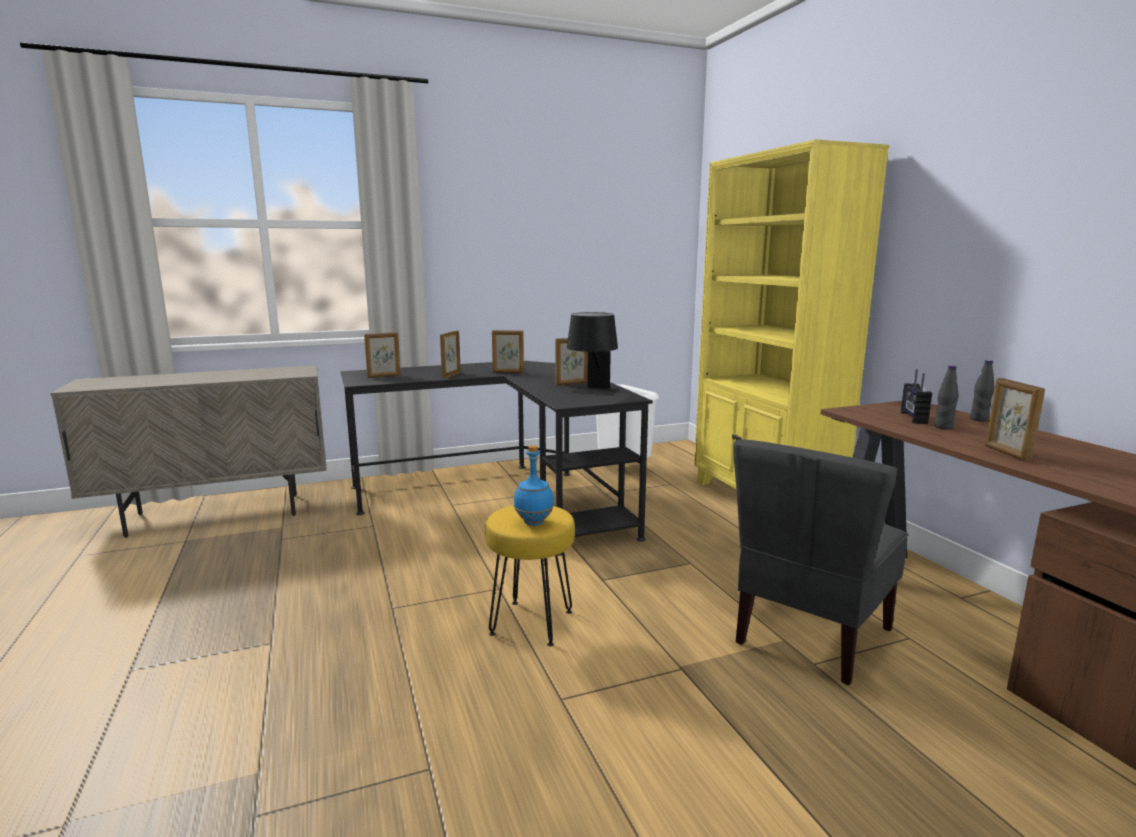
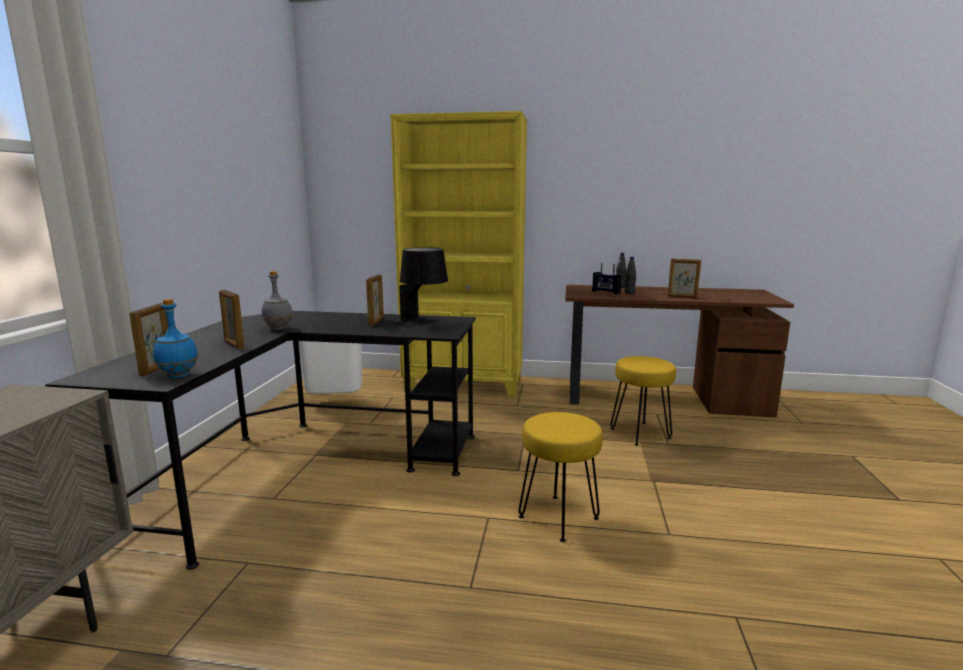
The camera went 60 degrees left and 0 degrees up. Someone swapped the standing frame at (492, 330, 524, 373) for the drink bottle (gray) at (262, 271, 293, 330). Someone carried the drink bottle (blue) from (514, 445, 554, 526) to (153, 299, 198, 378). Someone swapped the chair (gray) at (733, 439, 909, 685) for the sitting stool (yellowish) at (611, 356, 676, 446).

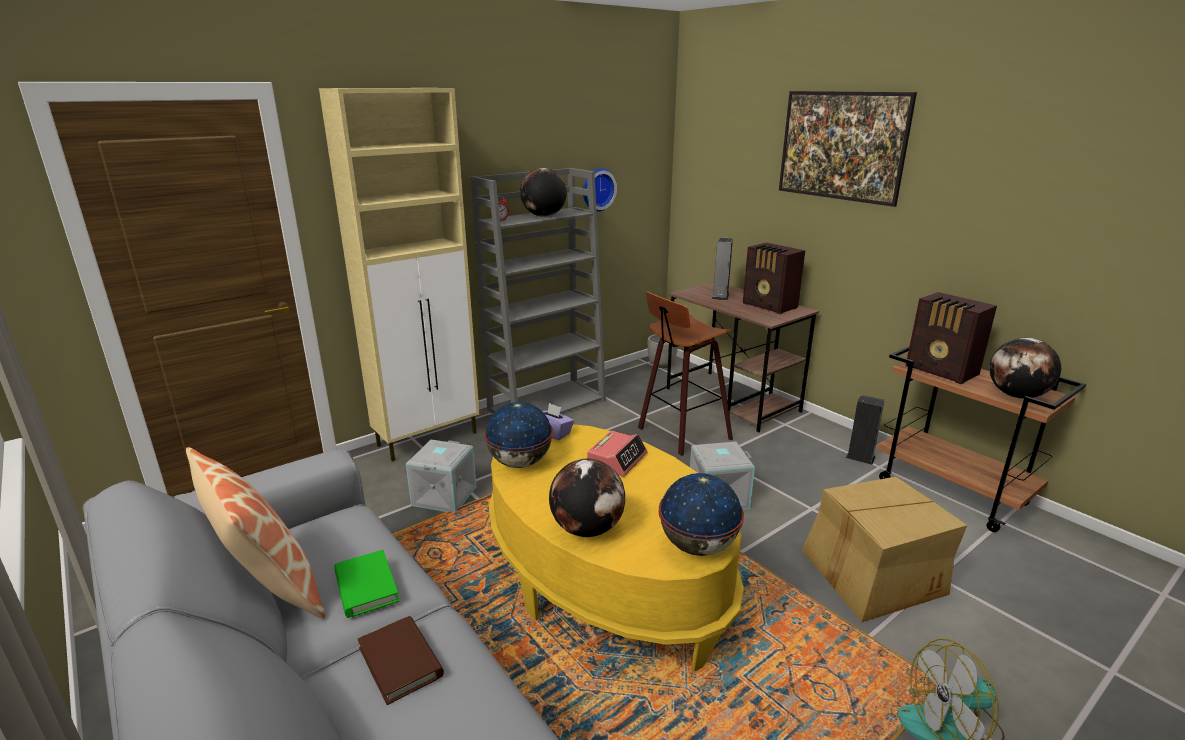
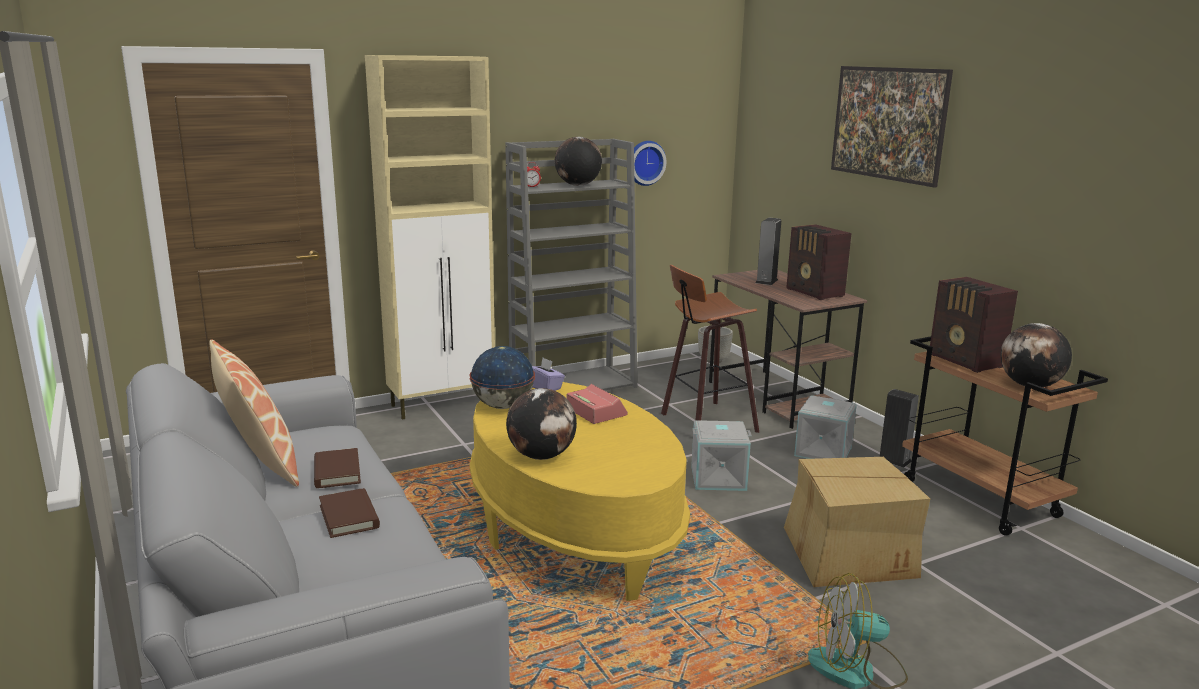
The camera went 10 degrees right and 5 degrees down. Someone repainted the volume (green) at (334, 550, 399, 618), which became the volume (brownish) at (314, 448, 361, 488). Someone carried the storage container (gray) from (406, 440, 477, 512) to (794, 395, 857, 459). Someone rotated the bedside clock at (587, 431, 647, 477) by 75 degrees counterclockwise. Someone took away the world globe at (659, 473, 744, 556).

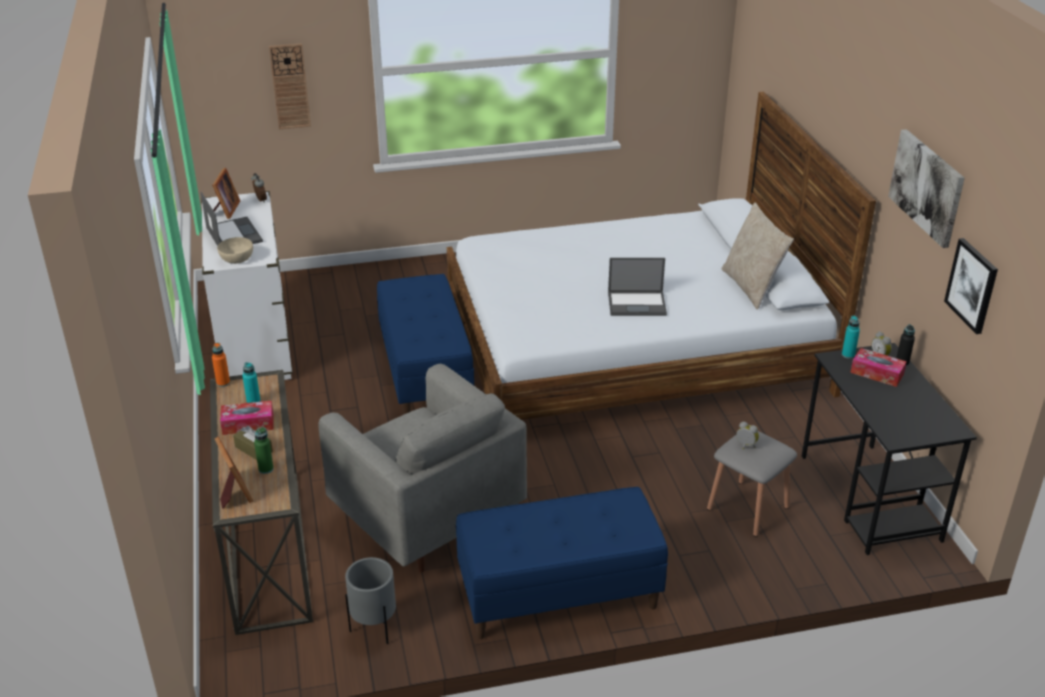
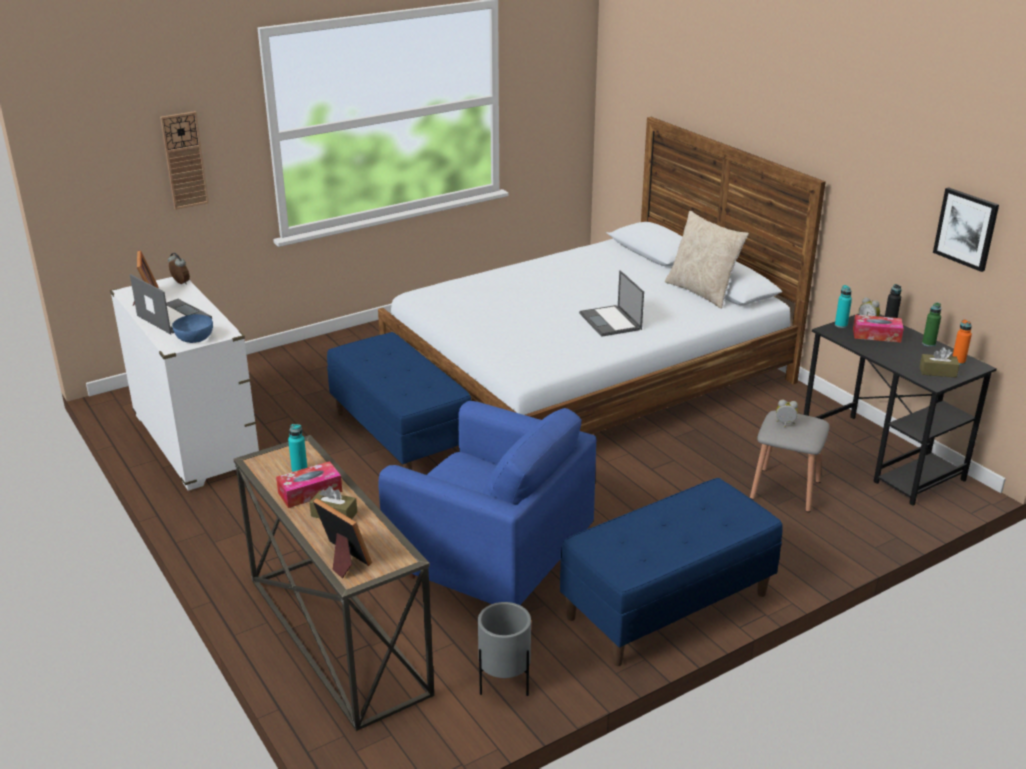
The camera went 20 degrees left and 5 degrees down. Someone carried the drink bottle (orange) from (212, 343, 230, 387) to (953, 319, 972, 365). Someone repainted the deep dish (beige-coloured) at (217, 237, 253, 264), which became the deep dish (blue) at (172, 314, 213, 343). Someone carried the drink bottle (green) from (254, 427, 274, 474) to (922, 303, 941, 347). Someone repainted the armchair (gray) at (318, 364, 527, 573), which became the armchair (blue) at (378, 401, 596, 606). Someone rotated the laptop at (608, 258, 667, 316) by 90 degrees clockwise. Someone took away the wall picture at (888, 129, 965, 248). Someone put down the tissue box (brownish) at (920, 347, 959, 378).

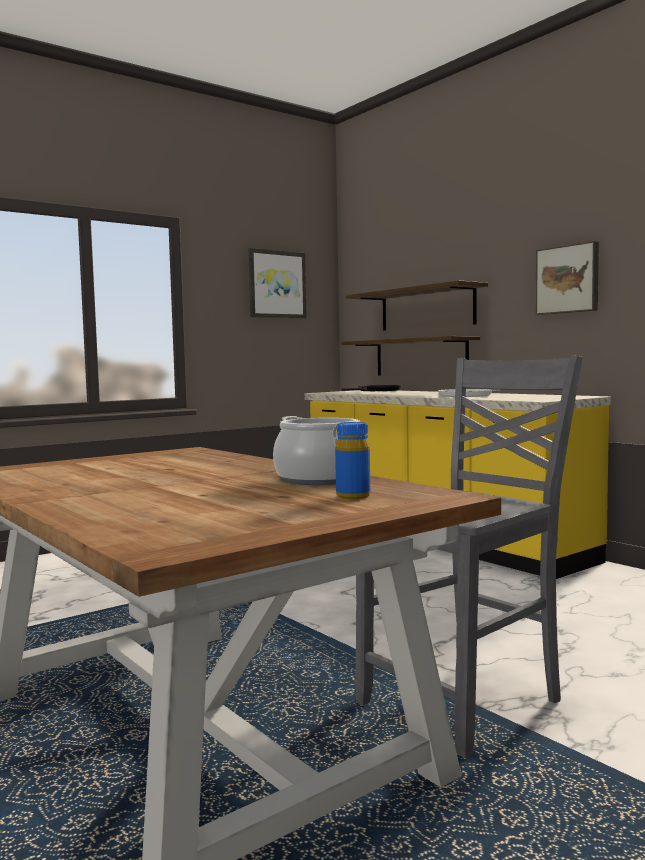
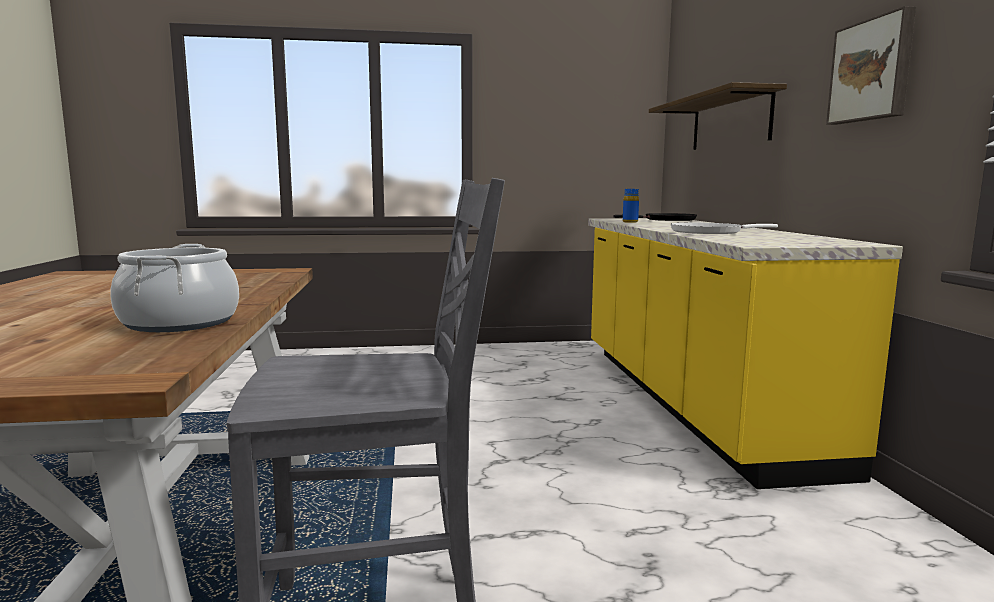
The camera went 30 degrees right and 5 degrees up. Someone took away the wall picture at (248, 248, 307, 318). Someone carried the drink bottle (blue) from (335, 422, 370, 499) to (623, 189, 639, 223). Someone took away the bracket shelf at (341, 336, 480, 376).

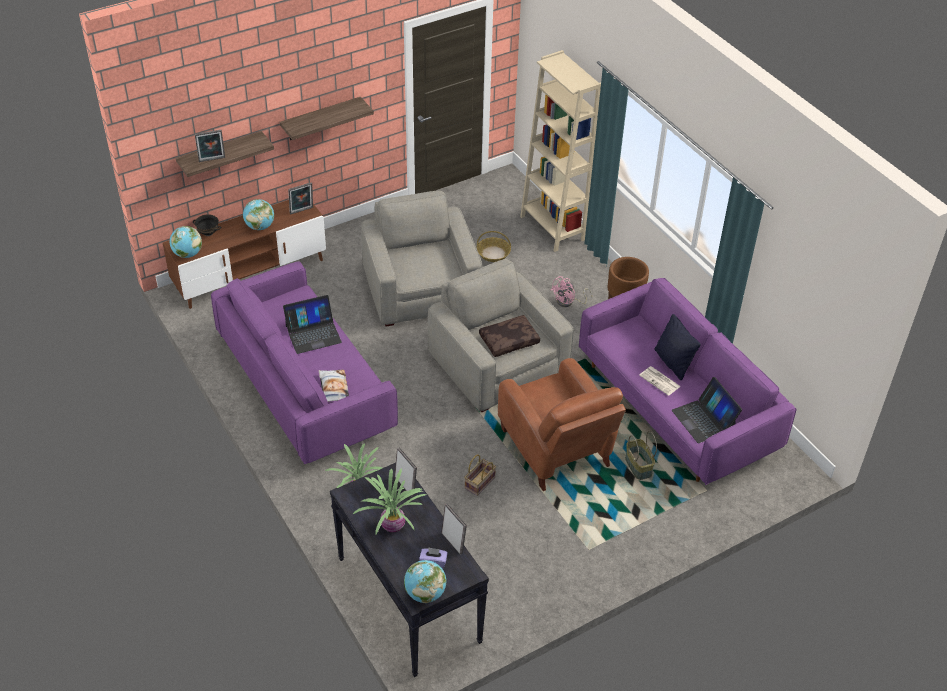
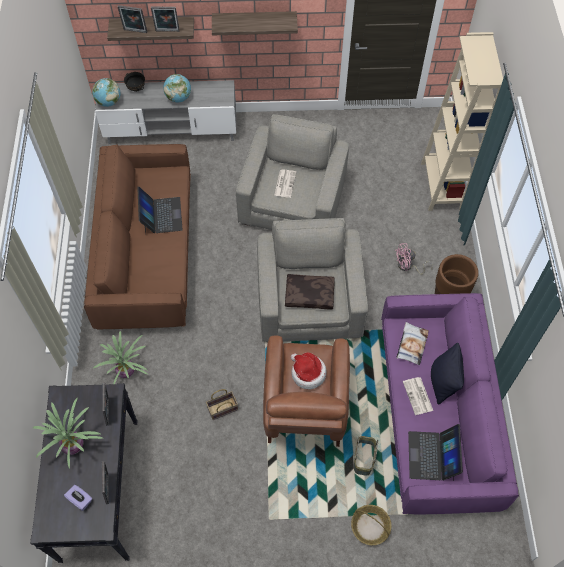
The camera went 30 degrees right and 15 degrees up. Someone repainted the tv unit (brownish) at (163, 200, 326, 309), which became the tv unit (gray) at (95, 80, 236, 144). Someone repainted the settee (purple-coloured) at (211, 261, 398, 464), which became the settee (brownish) at (84, 144, 191, 329). Someone rotated the laptop at (283, 295, 342, 354) by 105 degrees counterclockwise. Someone carried the standing frame from (288, 183, 313, 214) to (151, 7, 180, 32). Someone carried the throw pillow from (319, 370, 349, 402) to (396, 322, 429, 365). Someone took away the world globe at (404, 560, 447, 603). Someone carried the storage basket from (477, 231, 511, 262) to (351, 505, 391, 545). Someone put down the printed paper at (274, 170, 296, 198). Someone put down the wearable hat at (291, 352, 327, 390).

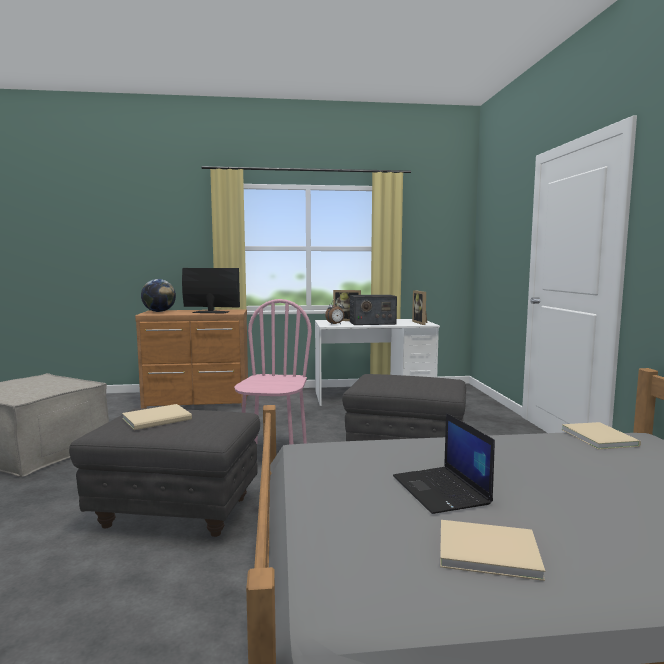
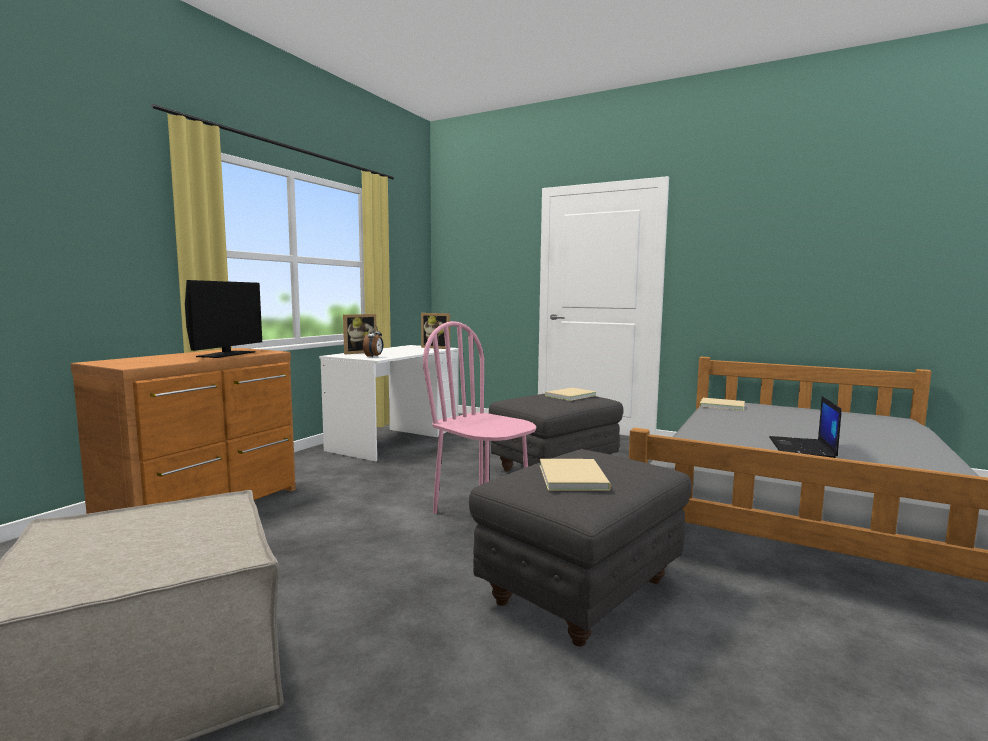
The camera went 55 degrees left and 0 degrees up. Someone took away the world globe at (141, 279, 176, 312). Someone rotated the computer screen at (182, 268, 240, 313) by 150 degrees clockwise. Someone took away the radio set at (350, 295, 397, 325). Someone rotated the laptop at (393, 413, 495, 514) by 90 degrees clockwise. Someone carried the volume (beige-coloured) from (440, 520, 545, 581) to (545, 388, 596, 401).

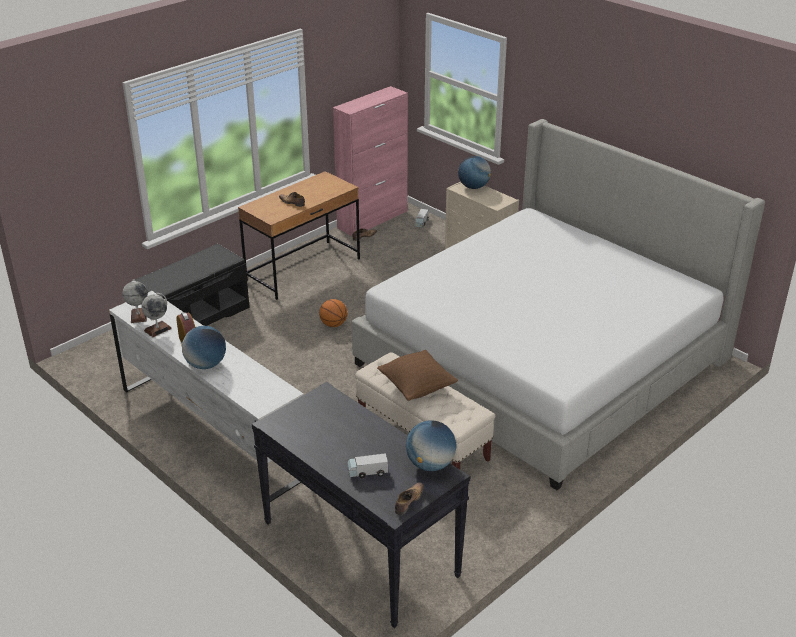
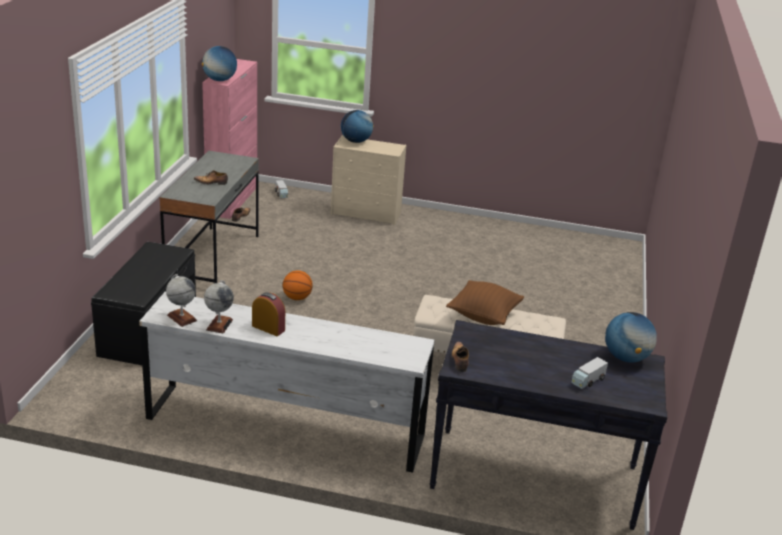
The camera went 35 degrees left and 5 degrees down. Someone carried the world globe from (182, 326, 226, 369) to (202, 46, 237, 81). Someone repainted the desk table (brownish) at (238, 171, 360, 300), which became the desk table (gray) at (159, 151, 259, 284). Someone took away the sleeping bed at (352, 119, 765, 490). Someone carried the item of footwear from (395, 482, 424, 515) to (451, 342, 469, 372).

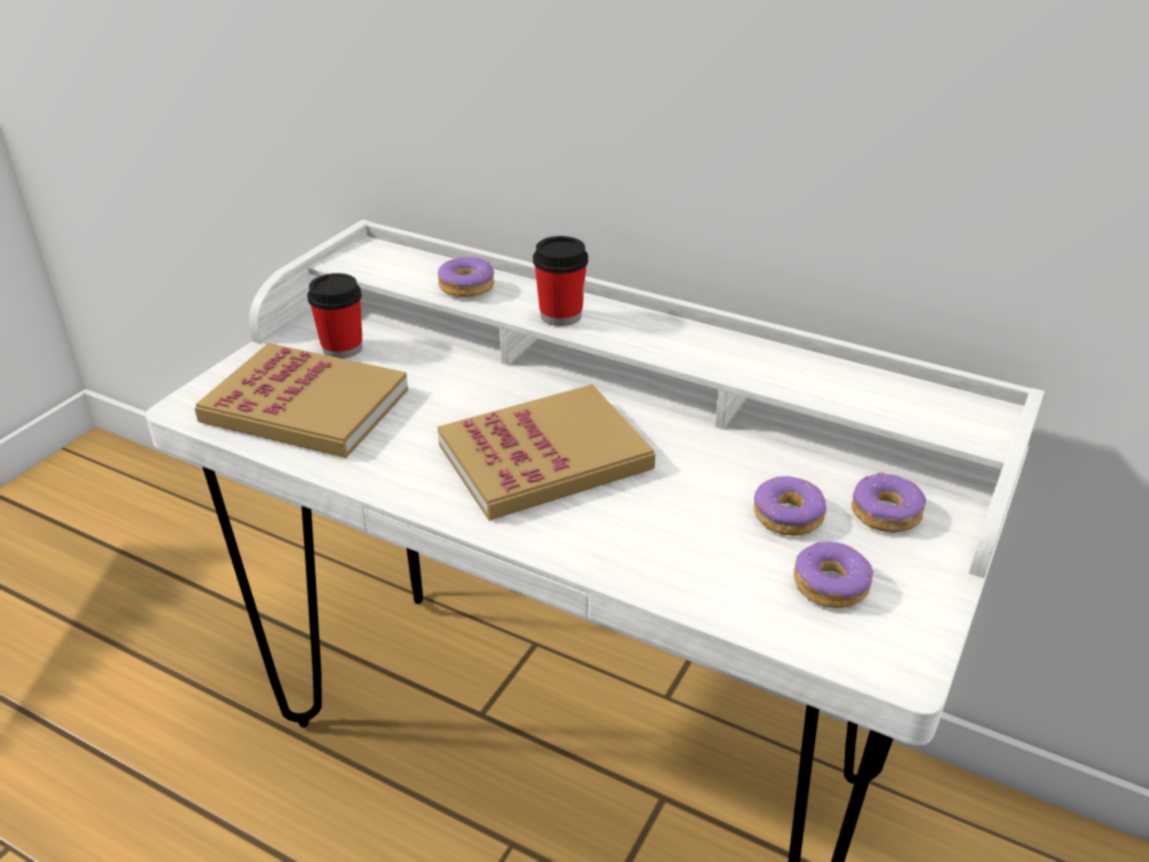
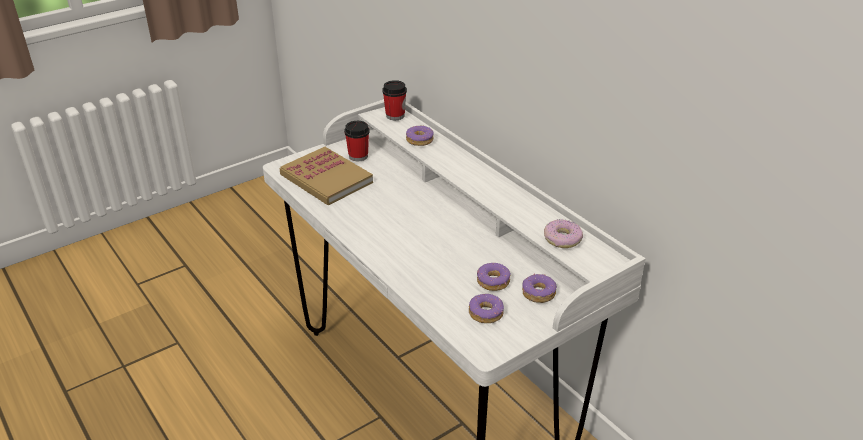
The camera went 25 degrees right and 0 degrees up. Someone took away the volume at (437, 384, 655, 521). Someone carried the drinking cup from (533, 236, 588, 326) to (382, 80, 407, 120). Someone put down the donut at (544, 219, 583, 248).

